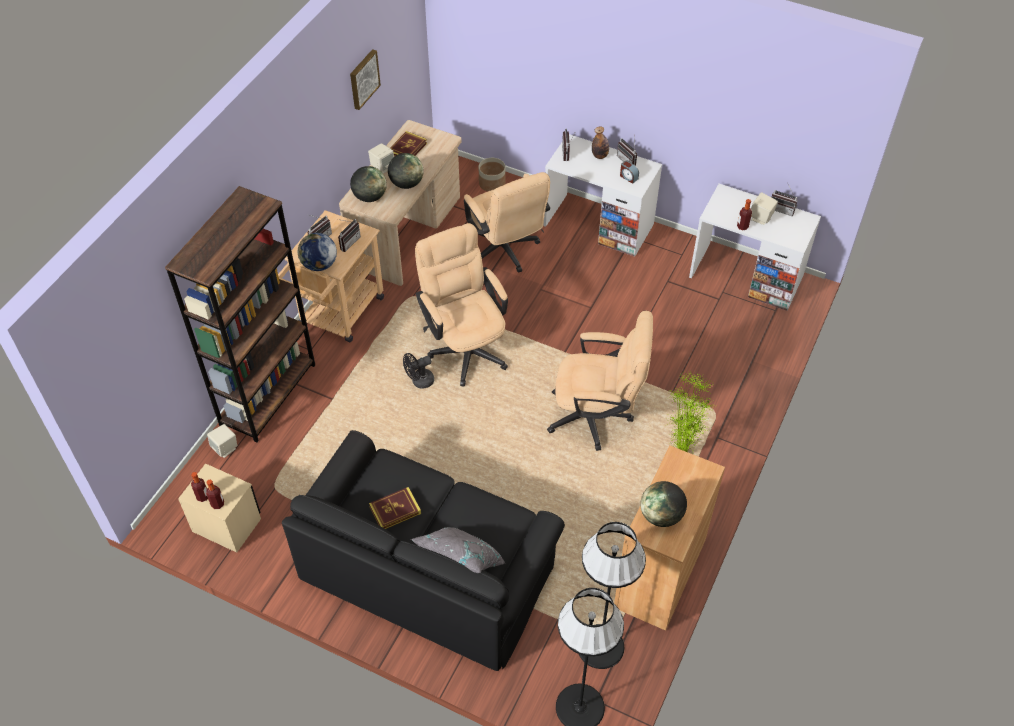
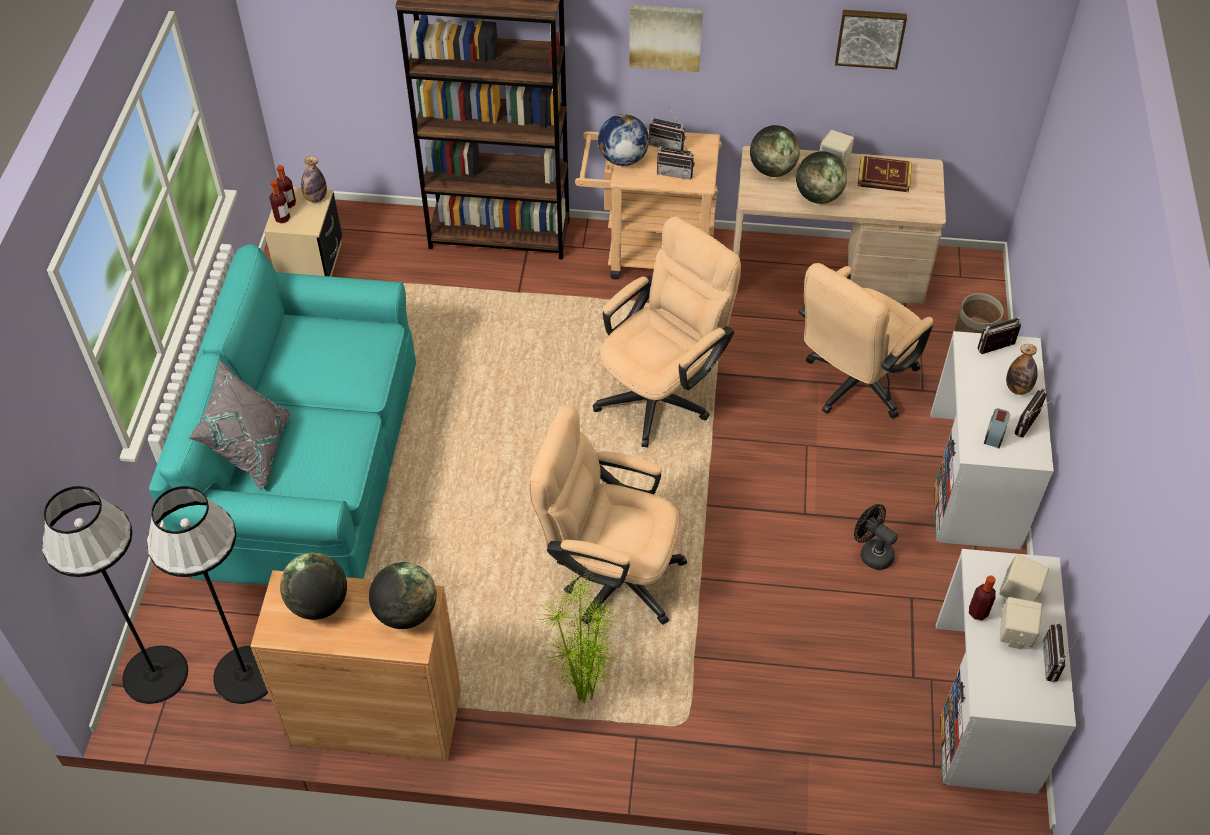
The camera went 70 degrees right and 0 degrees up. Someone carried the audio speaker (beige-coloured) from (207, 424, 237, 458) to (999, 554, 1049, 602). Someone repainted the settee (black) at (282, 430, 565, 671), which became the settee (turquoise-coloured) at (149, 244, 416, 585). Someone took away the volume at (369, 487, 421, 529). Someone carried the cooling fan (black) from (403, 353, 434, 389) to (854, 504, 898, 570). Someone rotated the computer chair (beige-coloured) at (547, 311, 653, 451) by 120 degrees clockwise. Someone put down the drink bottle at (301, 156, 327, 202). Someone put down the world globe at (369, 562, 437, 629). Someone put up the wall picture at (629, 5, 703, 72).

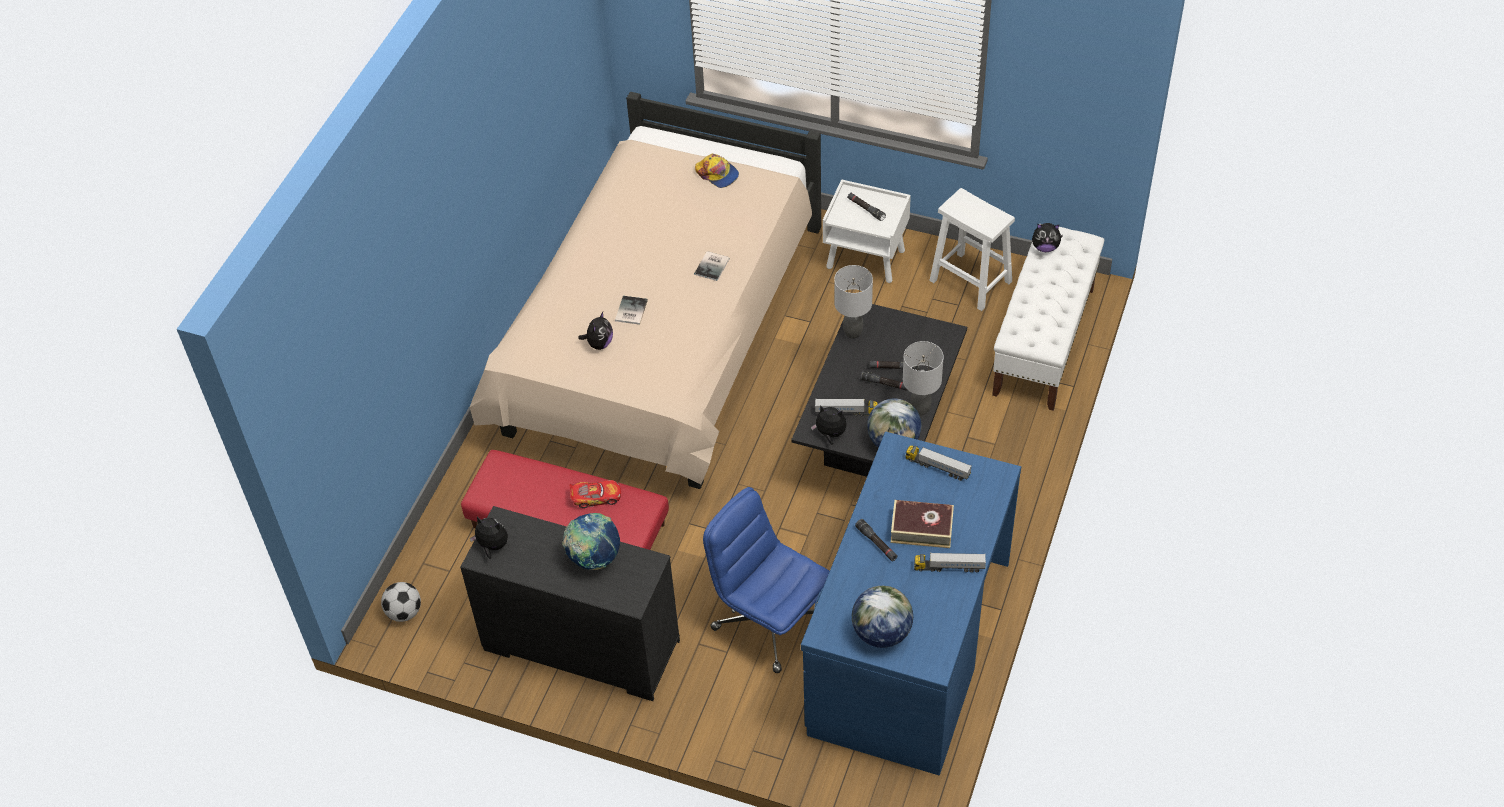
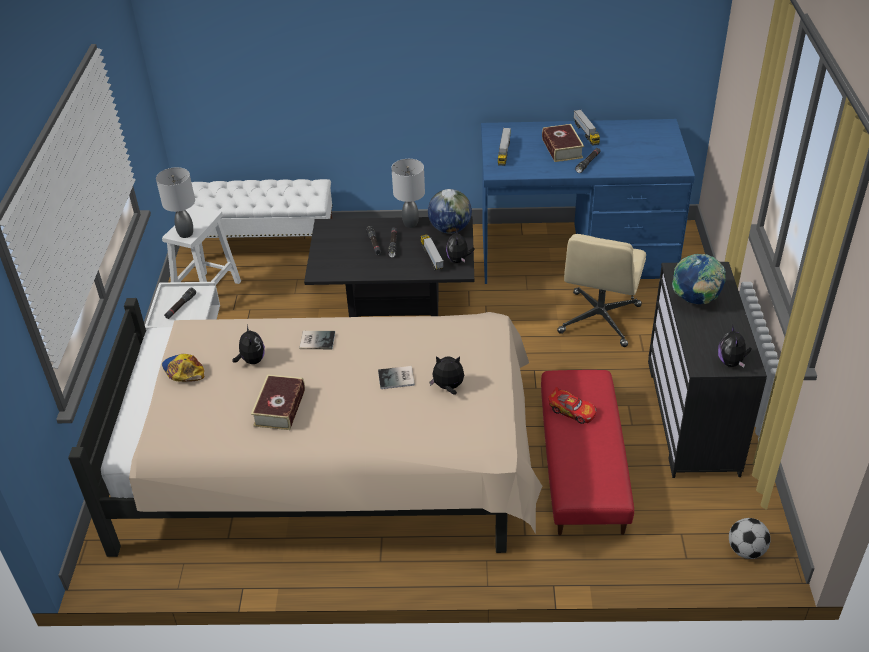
The camera went 110 degrees left and 10 degrees down. Someone rotated the toy car at (569, 480, 621, 508) by 150 degrees clockwise. Someone rotated the peaked cap at (695, 154, 739, 188) by 60 degrees counterclockwise. Someone repainted the computer chair (blue) at (703, 487, 830, 673), which became the computer chair (beige-coloured) at (557, 234, 646, 347). Someone carried the lamp for a table (gray) from (834, 265, 873, 339) to (156, 167, 195, 238). Someone took away the world globe at (852, 586, 913, 648). Someone carried the plush toy from (1032, 223, 1063, 252) to (232, 325, 265, 364). Someone put down the volume at (251, 374, 305, 430).

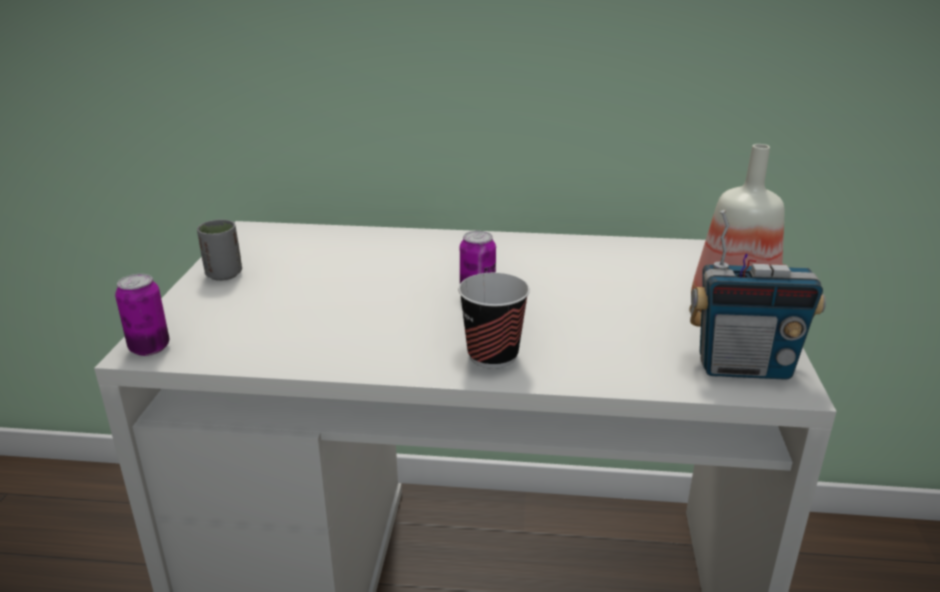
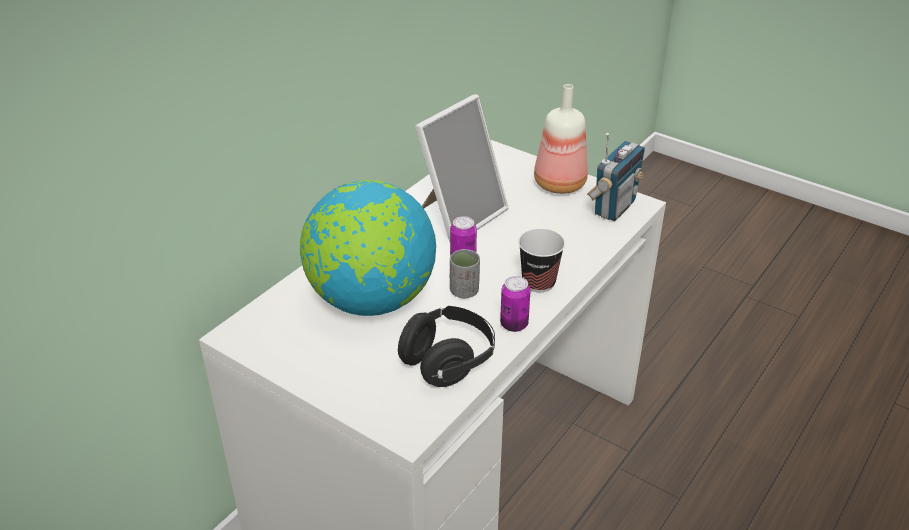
The camera went 60 degrees left and 10 degrees up. Someone carried the metal can from (115, 274, 169, 356) to (500, 276, 531, 332). Someone carried the drinking cup (gray) from (197, 220, 242, 281) to (450, 249, 480, 299). Someone put down the world globe at (300, 180, 436, 316). Someone put down the pair of headphones (black) at (398, 306, 495, 387). Someone put down the standing frame at (415, 94, 508, 242).

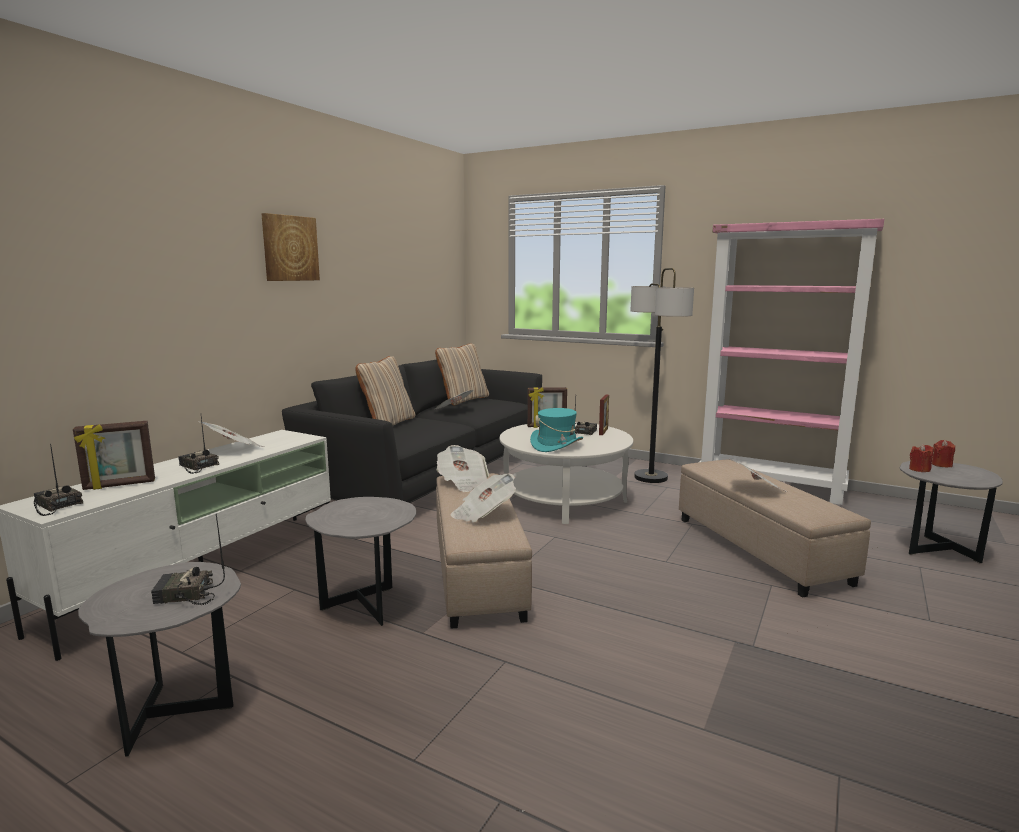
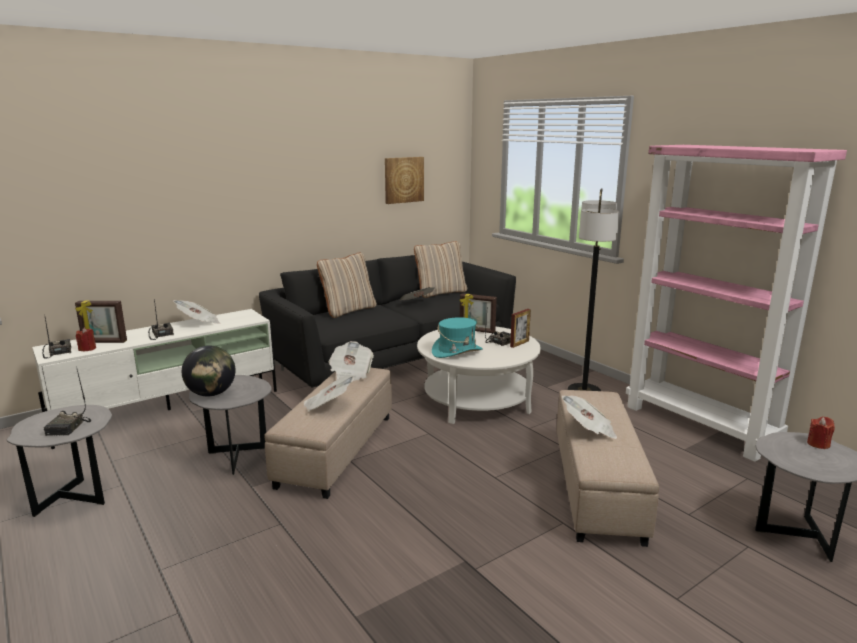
The camera went 25 degrees right and 5 degrees up. Someone rotated the radio set at (151, 514, 225, 605) by 105 degrees counterclockwise. Someone carried the wall picture from (261, 213, 320, 281) to (385, 157, 424, 204). Someone carried the wax candle (red-coloured) from (909, 444, 933, 472) to (76, 328, 96, 351). Someone put down the world globe at (182, 346, 236, 396).

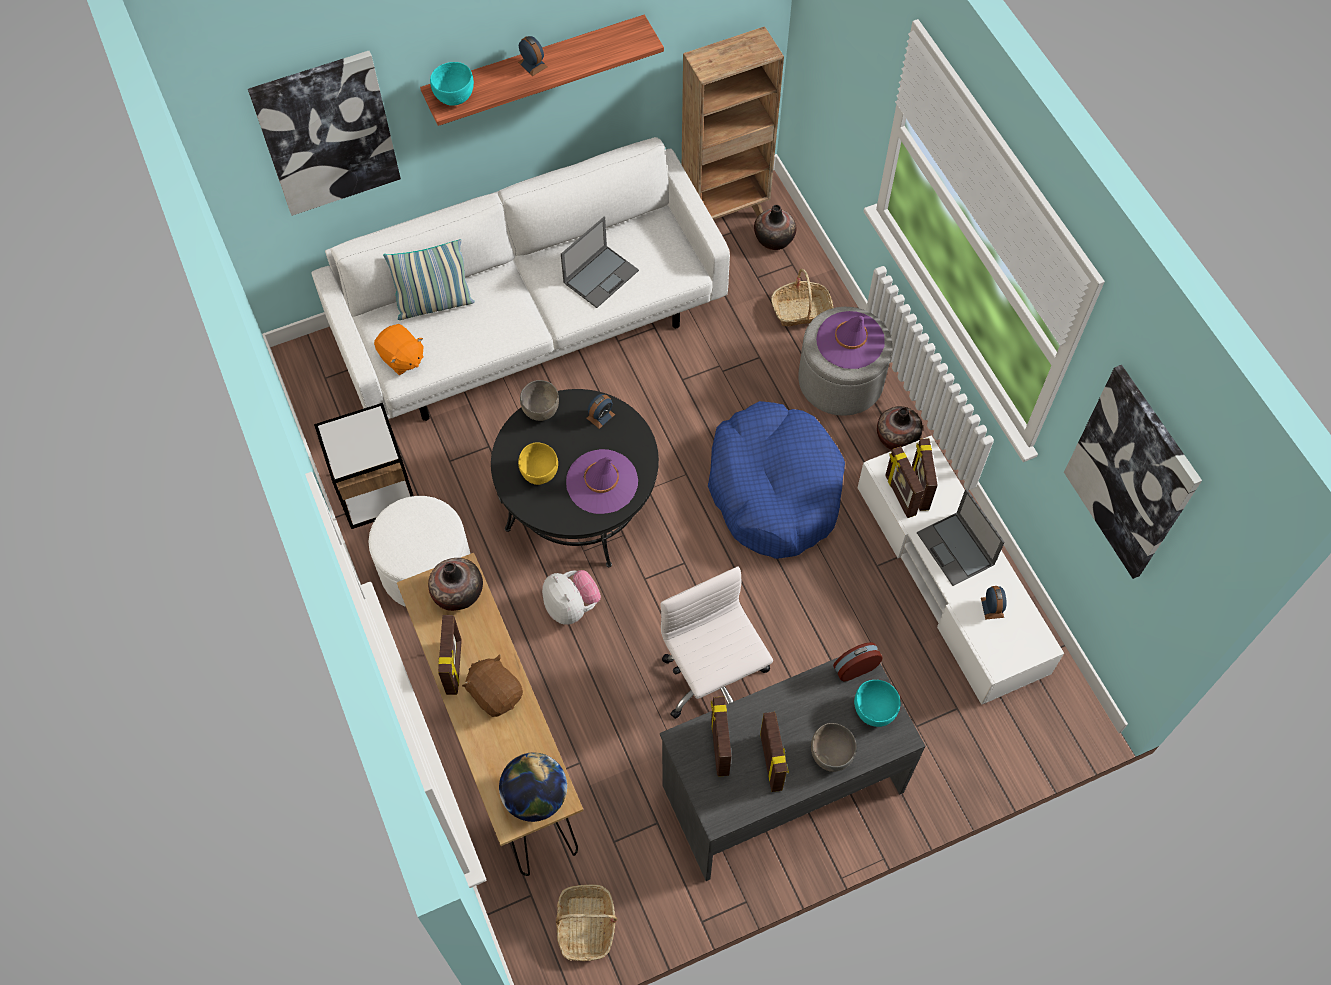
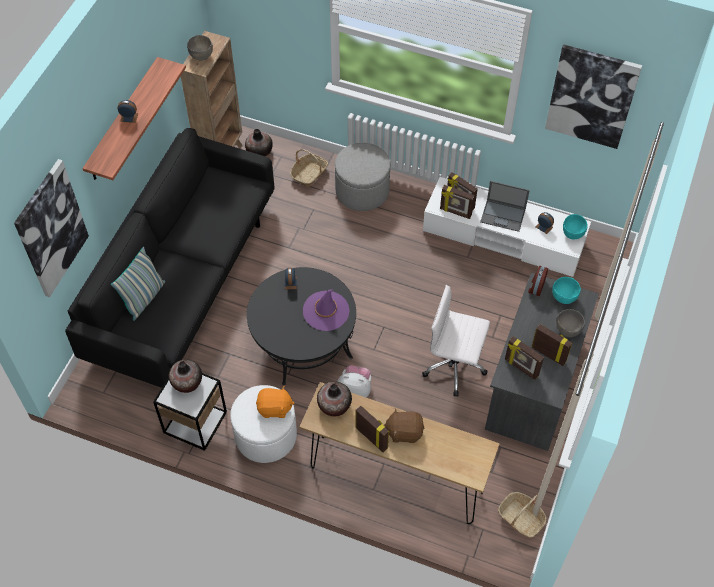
The camera went 45 degrees left and 5 degrees down. Someone repainted the settee (white-coloured) at (312, 137, 730, 421), which became the settee (black) at (65, 128, 275, 388). Someone carried the plush toy (orange) from (374, 324, 424, 375) to (256, 386, 295, 418). Someone carried the deep dish (turquoise-coloured) from (430, 62, 474, 106) to (563, 214, 588, 239). Someone took away the world globe at (499, 752, 567, 822). Someone took away the deep dish (yellowish) at (518, 443, 558, 485). Someone carried the deep dish (gray) from (520, 380, 559, 421) to (187, 35, 213, 61). Someone took away the laptop at (561, 217, 639, 308). Someone took away the dog cushion (blue) at (708, 401, 845, 559). Someone took away the wearable hat (purple-coloured) at (816, 311, 885, 369). Someone carried the flower vase from (877, 406, 923, 450) to (168, 359, 202, 393).

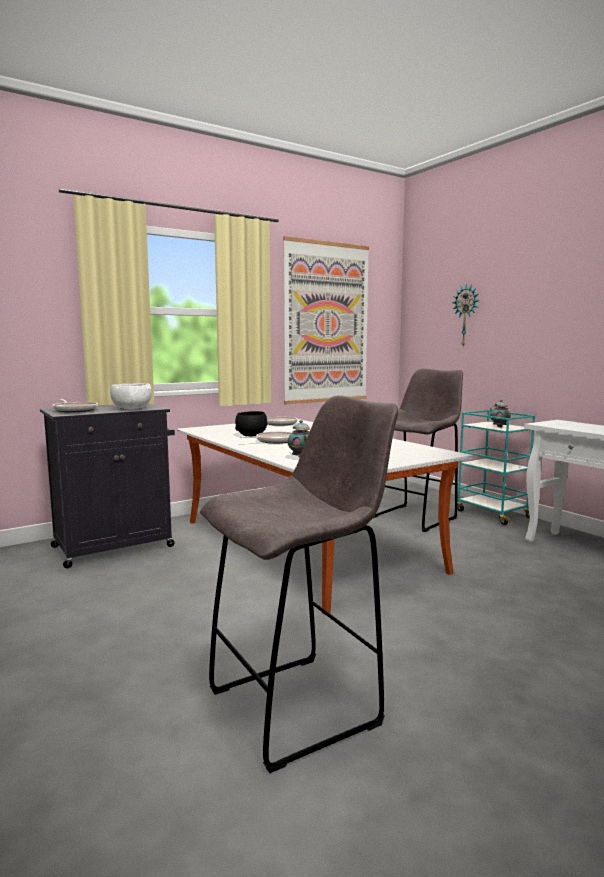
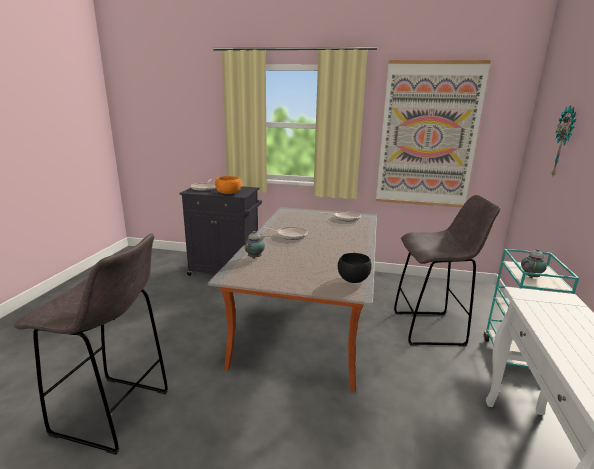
The camera went 45 degrees right and 10 degrees up. Someone repainted the deep dish (white-coloured) at (110, 383, 152, 409), which became the deep dish (orange) at (215, 176, 241, 194). Someone carried the deep dish (black) from (235, 411, 267, 437) to (338, 253, 371, 283).

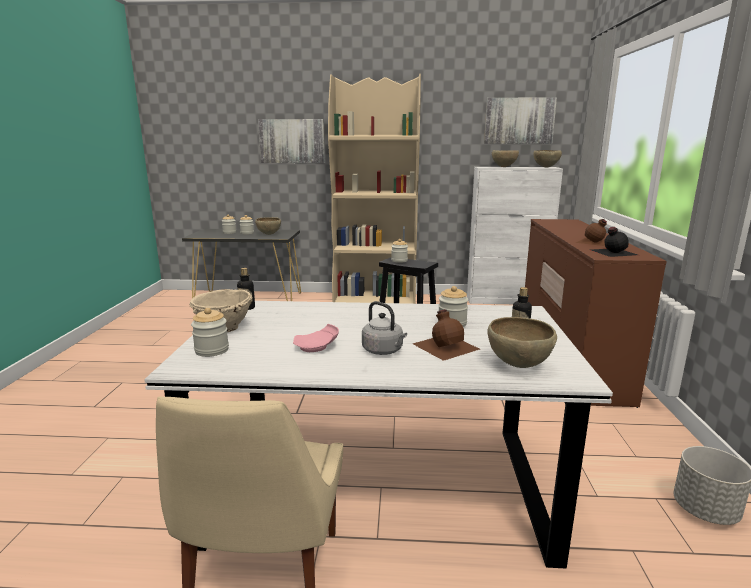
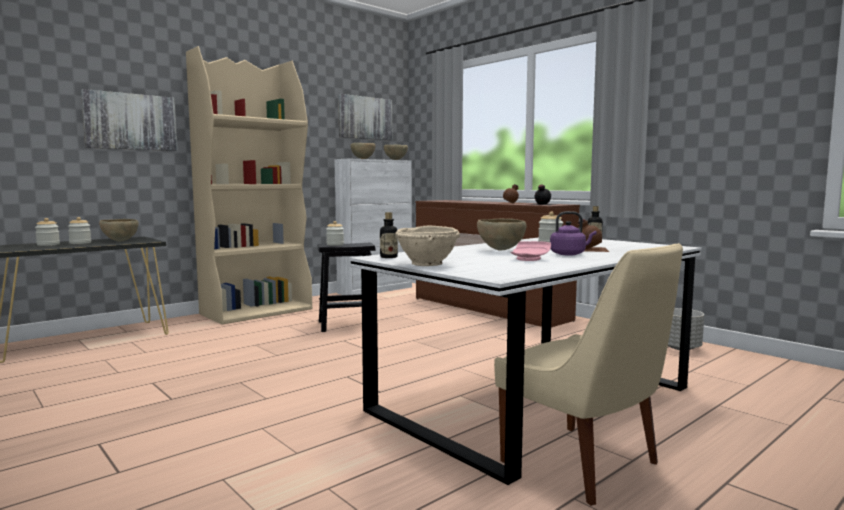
The camera went 45 degrees left and 10 degrees down. Someone took away the storage jar at (191, 308, 229, 357). Someone repainted the kettle (gray) at (362, 301, 407, 355), which became the kettle (purple-coloured) at (550, 211, 597, 255). Someone carried the deep dish (brownish) from (488, 317, 557, 368) to (477, 219, 527, 250).

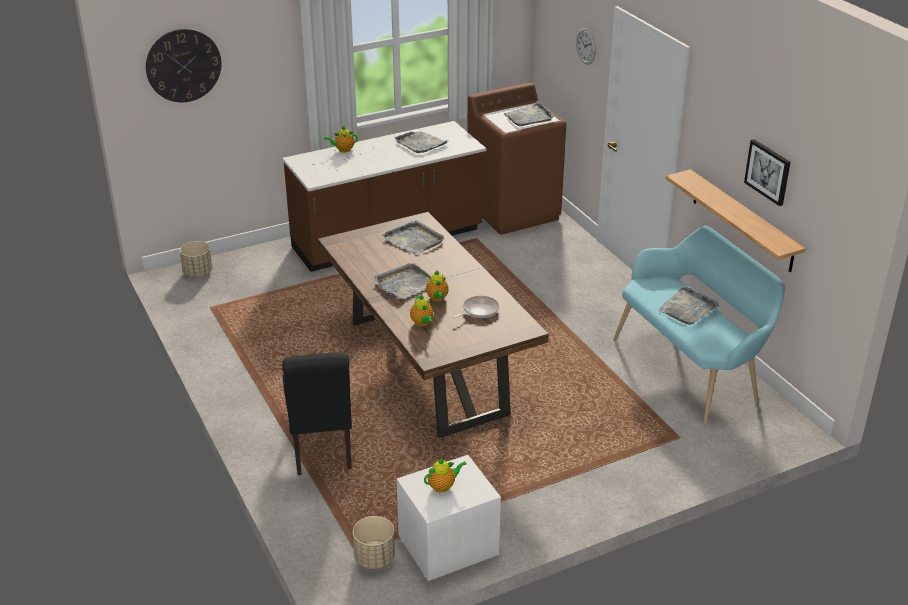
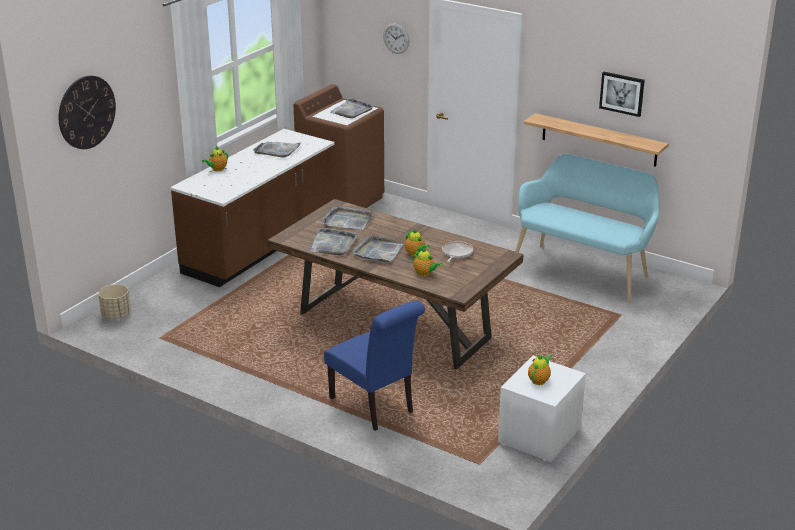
The camera went 30 degrees left and 5 degrees down. Someone repainted the chair (black) at (282, 352, 352, 475), which became the chair (blue) at (324, 301, 425, 431). Someone took away the flower pot (beige-coloured) at (353, 516, 395, 569). Someone carried the carrying tray (gray) from (658, 286, 719, 325) to (310, 228, 358, 255).

